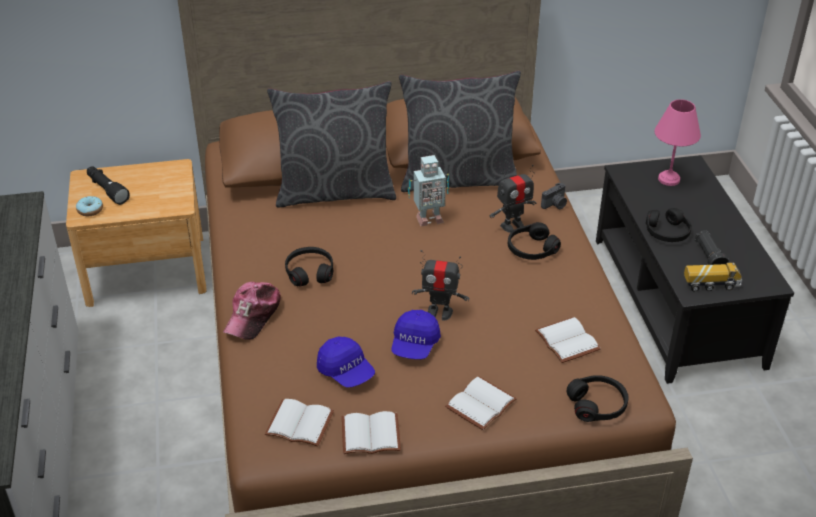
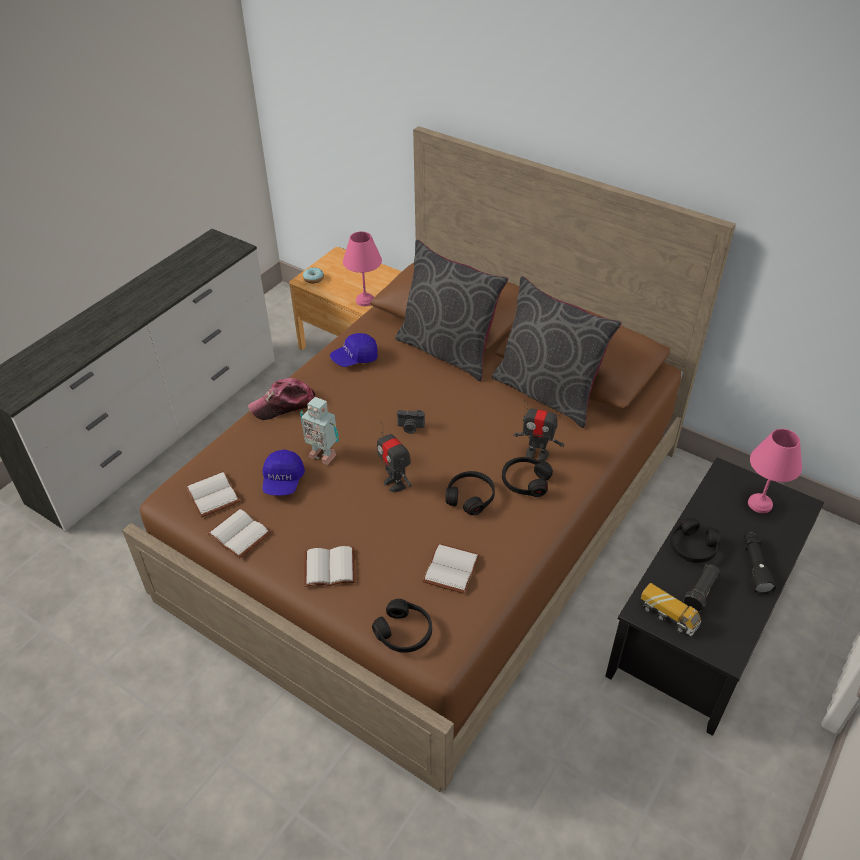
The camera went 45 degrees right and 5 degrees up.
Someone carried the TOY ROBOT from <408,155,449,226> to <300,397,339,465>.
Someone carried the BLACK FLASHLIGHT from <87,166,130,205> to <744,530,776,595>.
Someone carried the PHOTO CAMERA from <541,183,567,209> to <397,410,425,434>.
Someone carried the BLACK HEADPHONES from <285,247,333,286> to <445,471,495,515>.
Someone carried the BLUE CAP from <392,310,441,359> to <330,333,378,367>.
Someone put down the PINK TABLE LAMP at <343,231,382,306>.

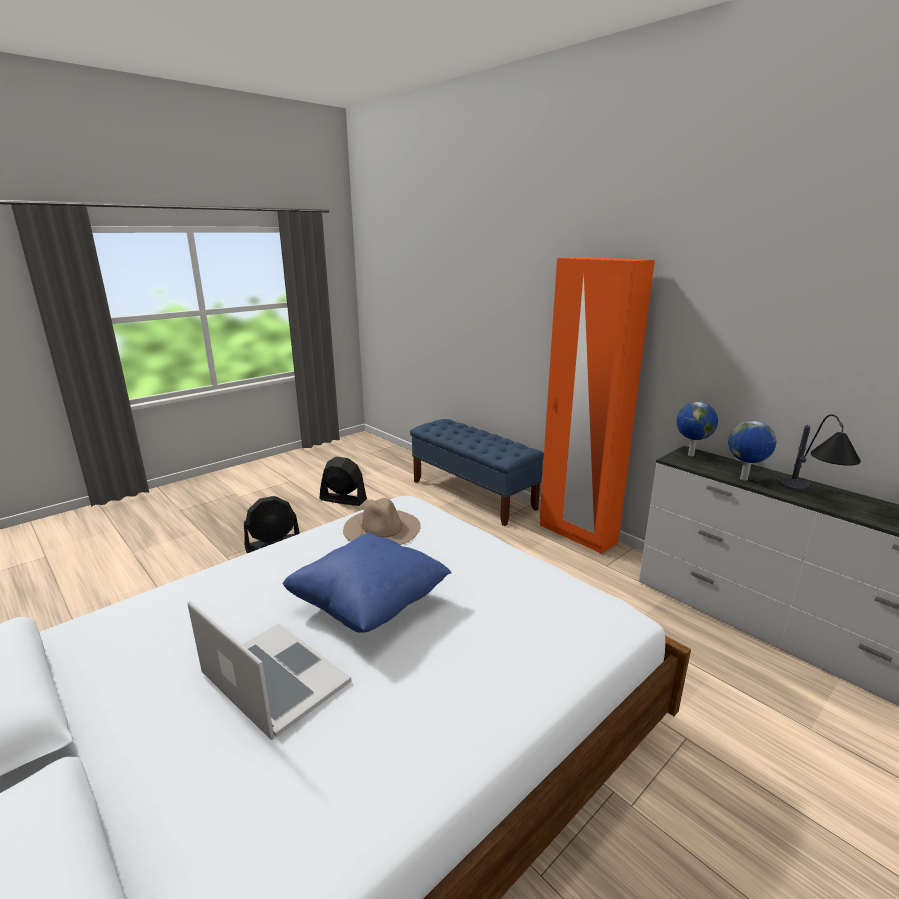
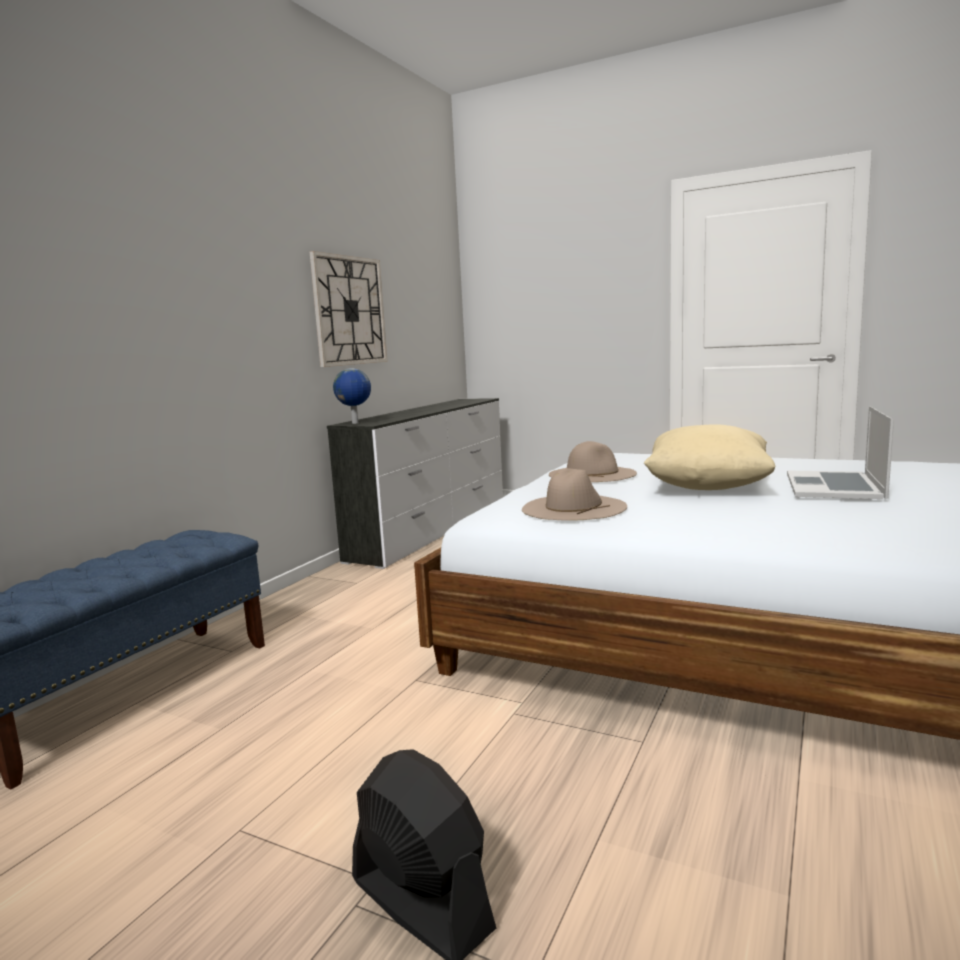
The camera went 110 degrees left and 10 degrees down.
Someone took away the ORANGE WARDROBE at <540,257,655,554>.
Someone took away the TABLE LAMP at <778,414,861,490>.
Someone took away the GLOBE at <728,421,776,481>.
Someone took away the BLACK FAN at <319,457,367,506>.
Someone repainted the BLUE PILLOW at <283,532,451,633>, which became the BEIGE PILLOW at <644,424,775,490>.
Someone put up the WALL CLOCK at <310,251,388,367>.
Someone put down the BEIGE HAT at <549,441,637,482>.

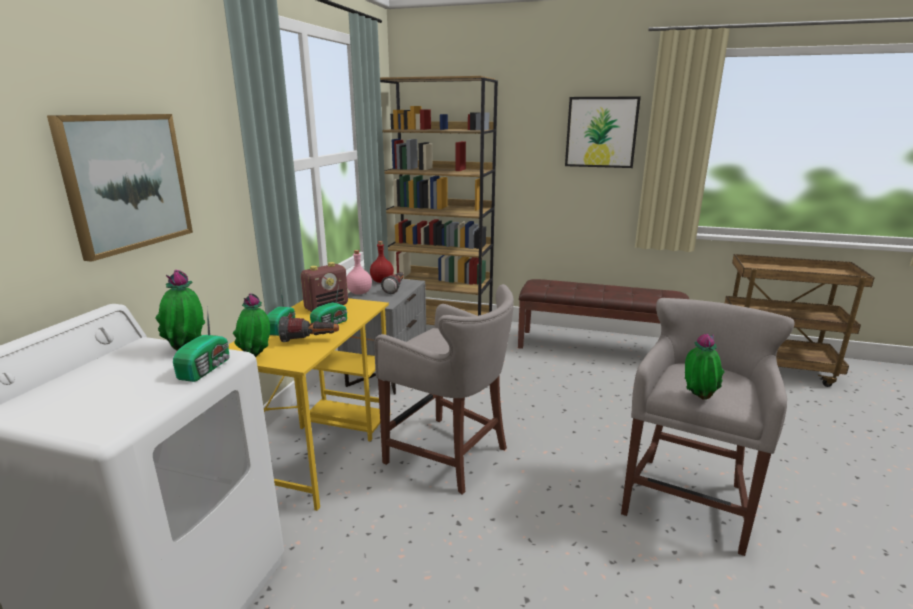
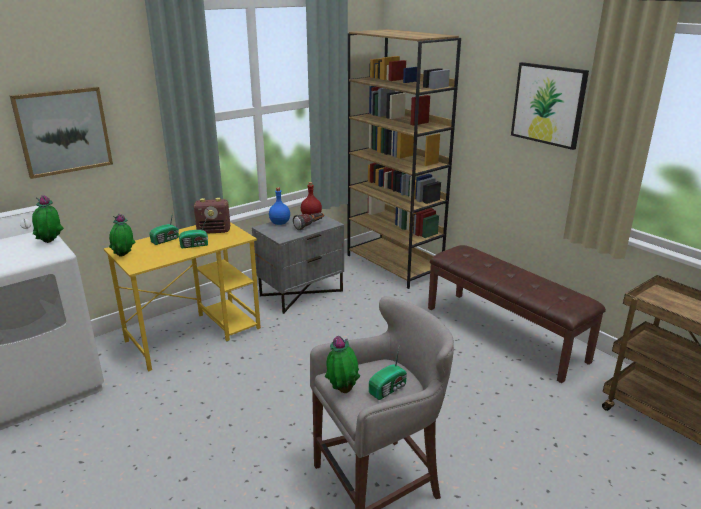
The camera went 35 degrees right and 5 degrees up.
Someone repainted the PINK BOTTLE at <346,250,372,295>, which became the BLUE BOTTLE at <269,187,290,225>.
Someone took away the GREY STOOL at <374,284,514,494>.
Someone carried the RADIO from <173,306,230,382> to <369,348,407,400>.
Someone took away the FLASHLIGHT at <278,316,339,342>.

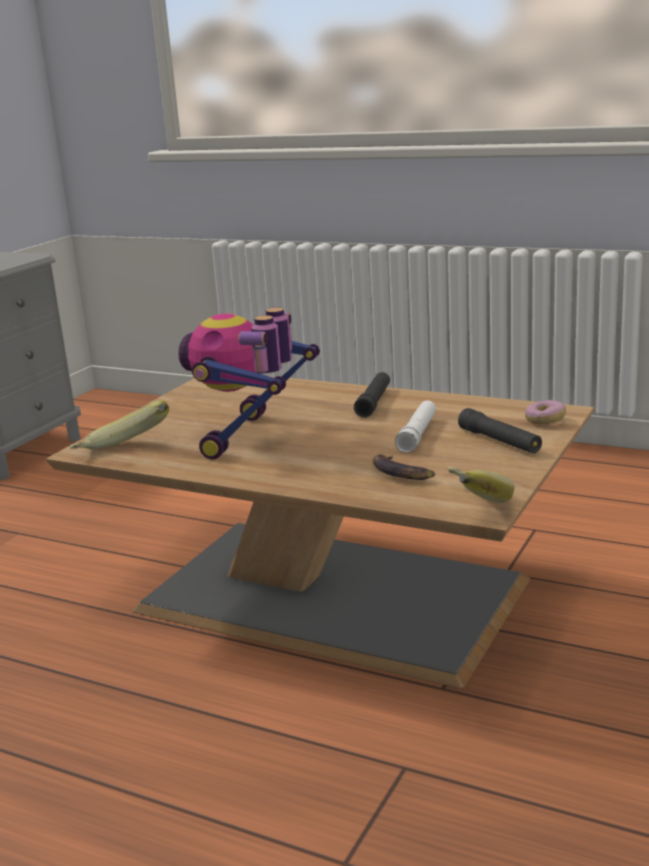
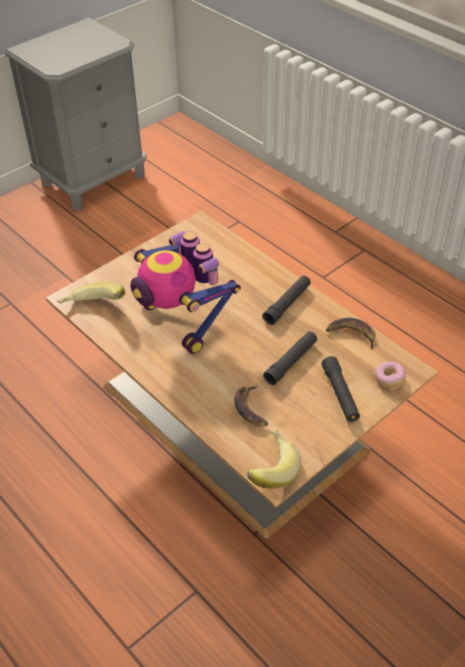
The camera went 20 degrees right and 25 degrees up.
Someone rotated the TOY ROBOT at <178,307,320,460> by 75 degrees counterclockwise.
Someone repainted the WHITE FLASHLIGHT at <395,400,436,453>, which became the BLACK FLASHLIGHT at <263,331,317,385>.
Someone put down the BANANA at <326,318,376,350>.

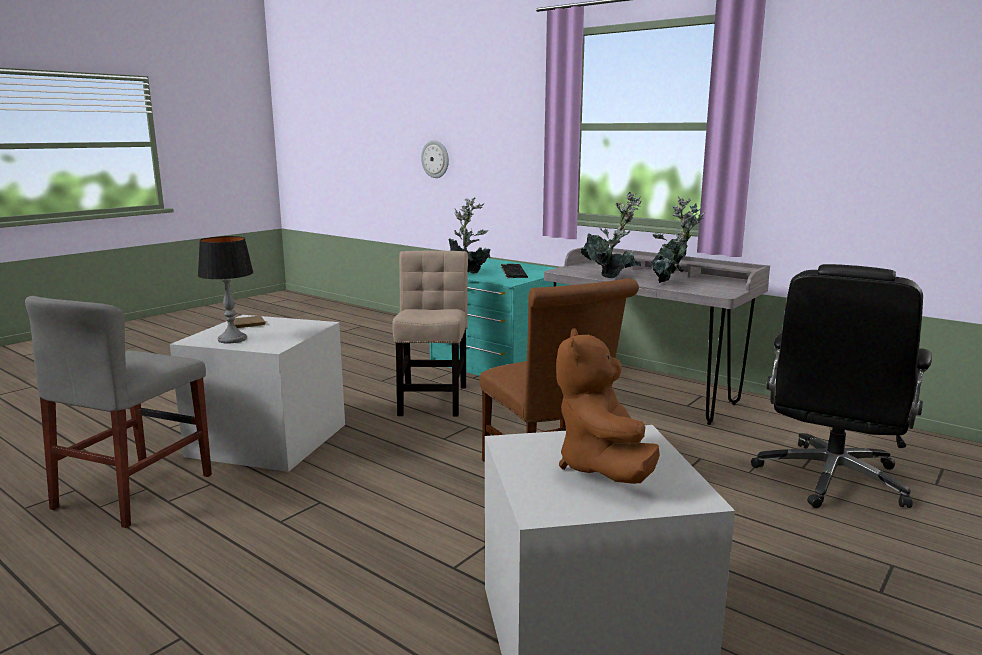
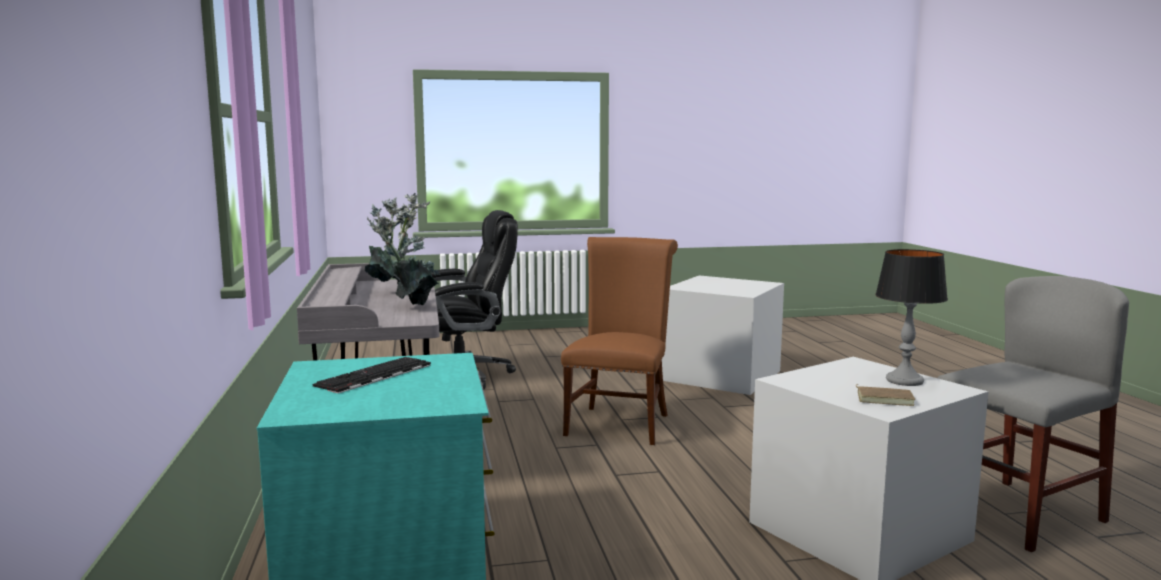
The camera went 140 degrees left and 5 degrees down.
Someone took away the WALL CLOCK at <421,140,449,178>.
Someone took away the POTTED PLANT at <449,197,491,274>.
Someone took away the BEIGE CHAIR at <393,251,468,416>.
Someone took away the BROWN PLUSH TOY at <556,328,660,484>.

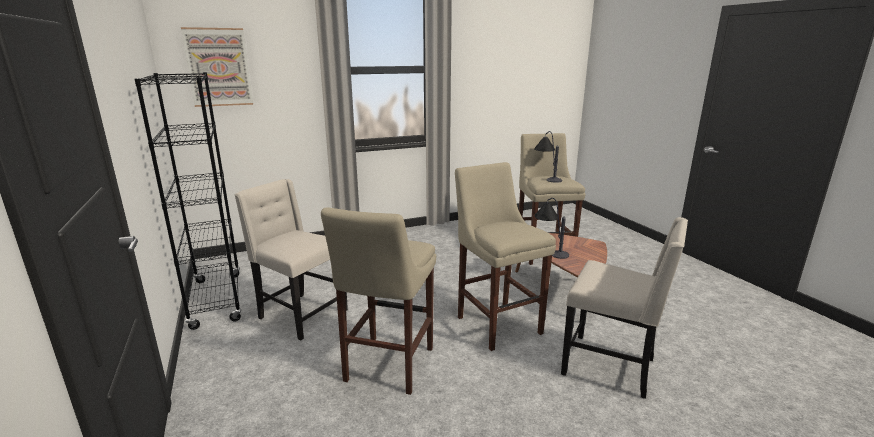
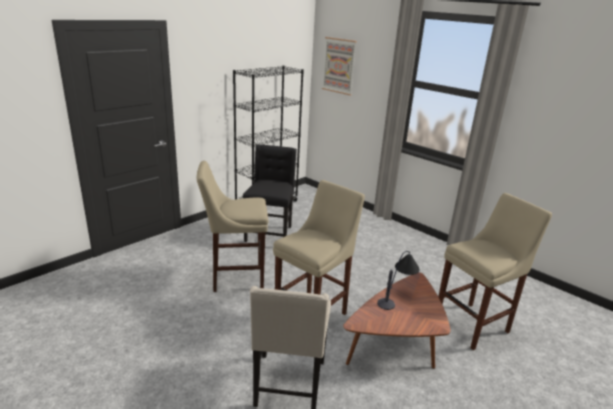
The camera went 65 degrees right and 5 degrees up.
Someone took away the TABLE LAMP at <534,131,562,183>.
Someone repainted the BEIGE CHAIR at <234,179,348,341>, which became the BLACK CHAIR at <243,145,297,242>.

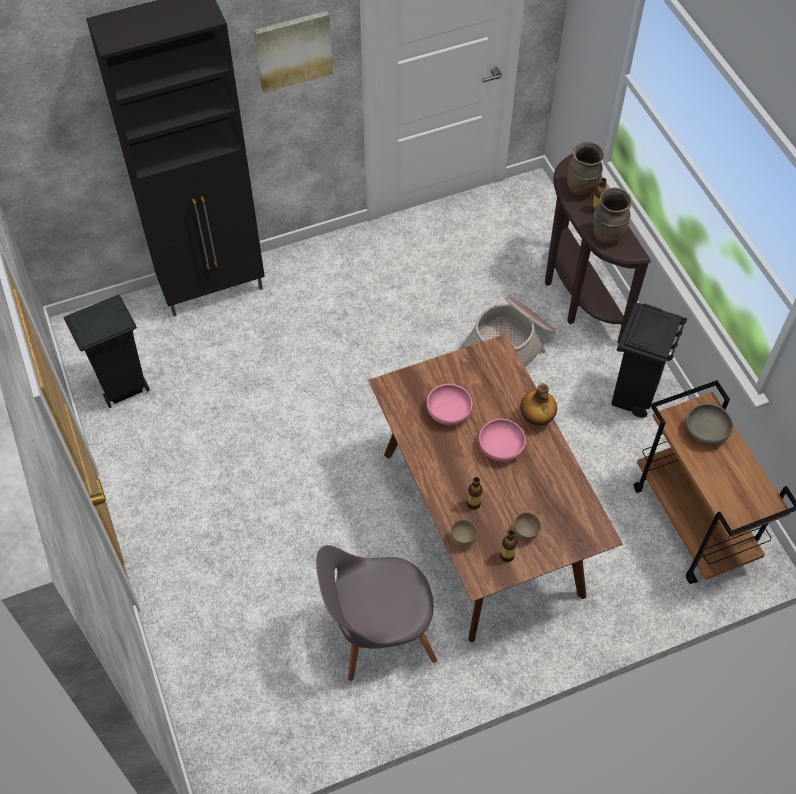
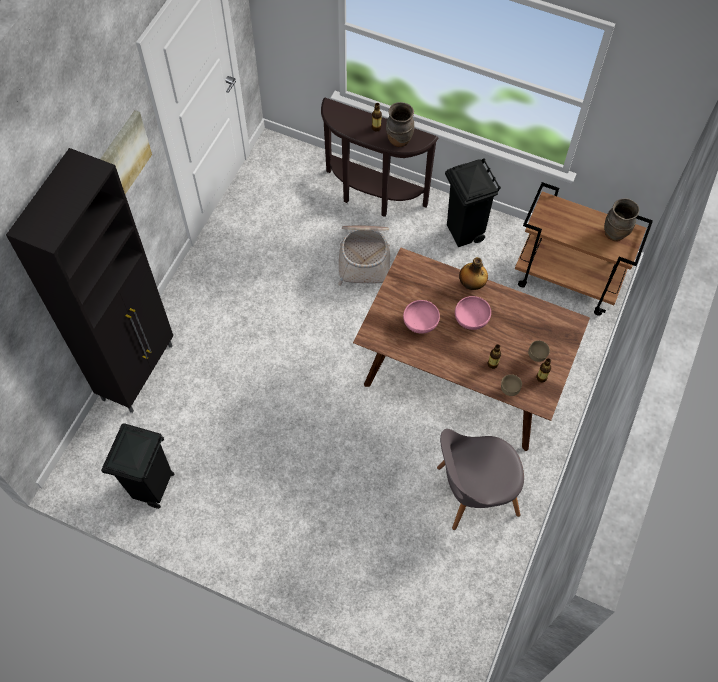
The camera went 45 degrees left and 5 degrees up.
Someone carried the BROWN VASE from <567,142,604,197> to <604,198,639,241>.
Someone took away the GREY BOWL at <686,404,733,446>.
Someone rotated the GREY CHAIR at <316,545,437,681> by 45 degrees clockwise.

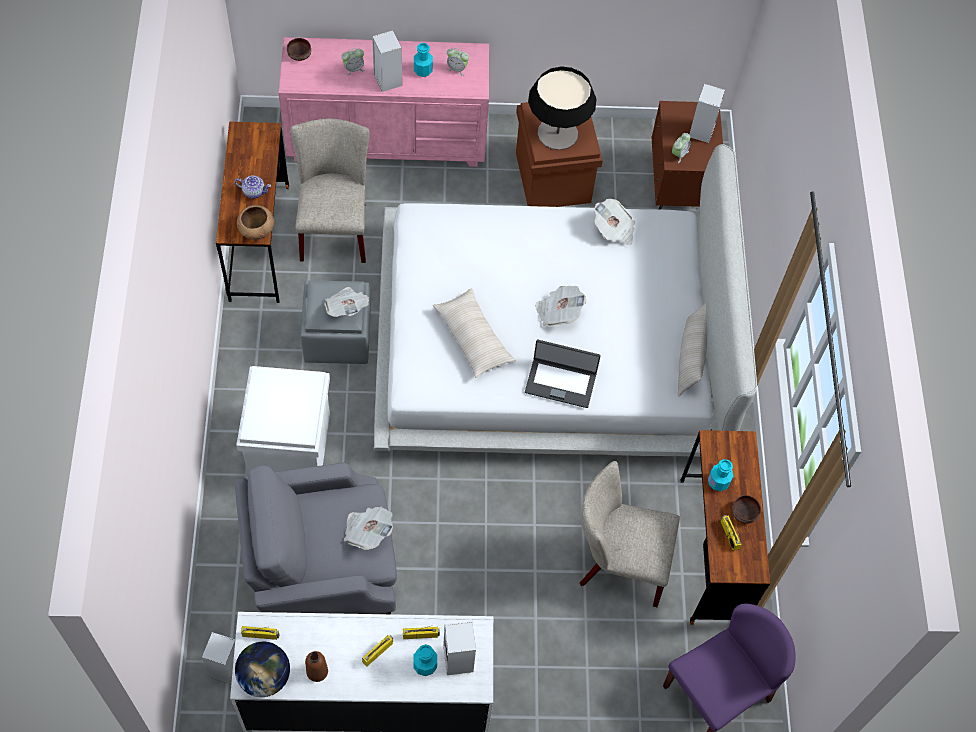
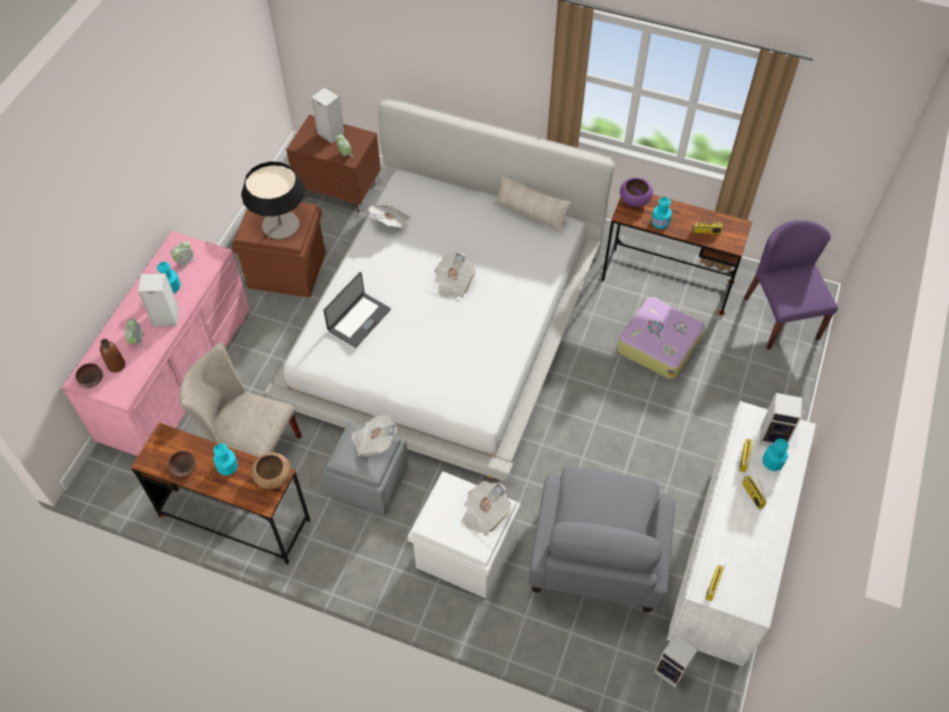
The camera went 65 degrees left and 5 degrees down.
Someone swapped the TEAPOT at <234,176,271,199> for the TURQUOISE BOTTLE at <213,444,238,475>.
Someone took away the BEIGE PILLOW at <433,288,516,378>.
Someone carried the LAPTOP from <525,340,601,408> to <323,272,391,348>.
Someone swapped the BEIGE CHAIR at <580,461,680,607> for the SUITCASE at <617,297,705,380>.
Someone carried the BROWN BOWL from <732,495,761,524> to <168,451,196,477>.
Someone carried the NEWSPAPER from <344,506,393,550> to <461,481,511,536>.
Someone took away the GLOBE at <235,642,290,697>.
Someone carried the BROWN BOTTLE from <305,651,328,682> to <100,339,125,373>.
Someone put down the PURPLE BOWL at <620,178,653,207>.

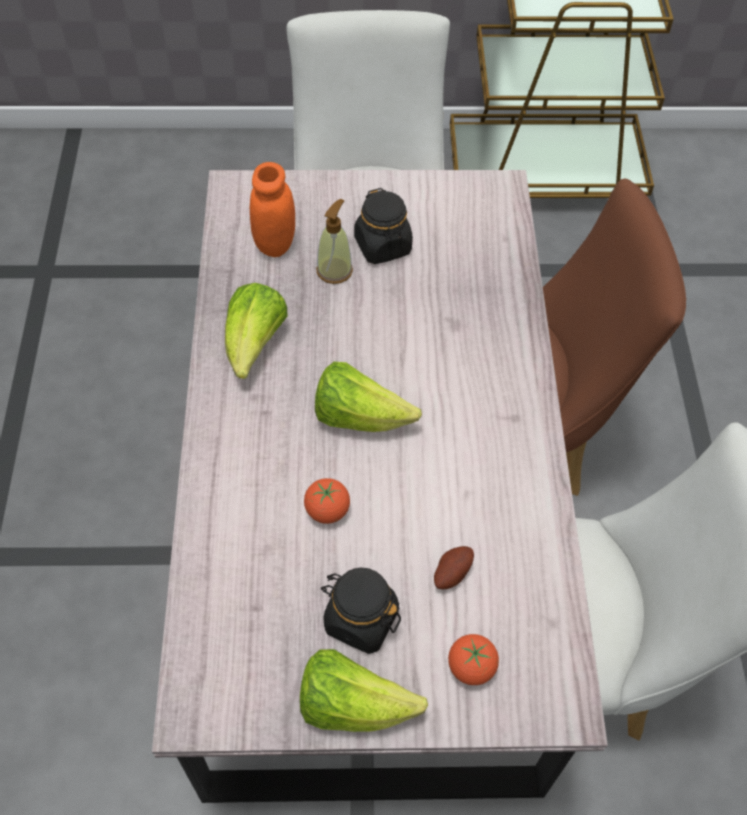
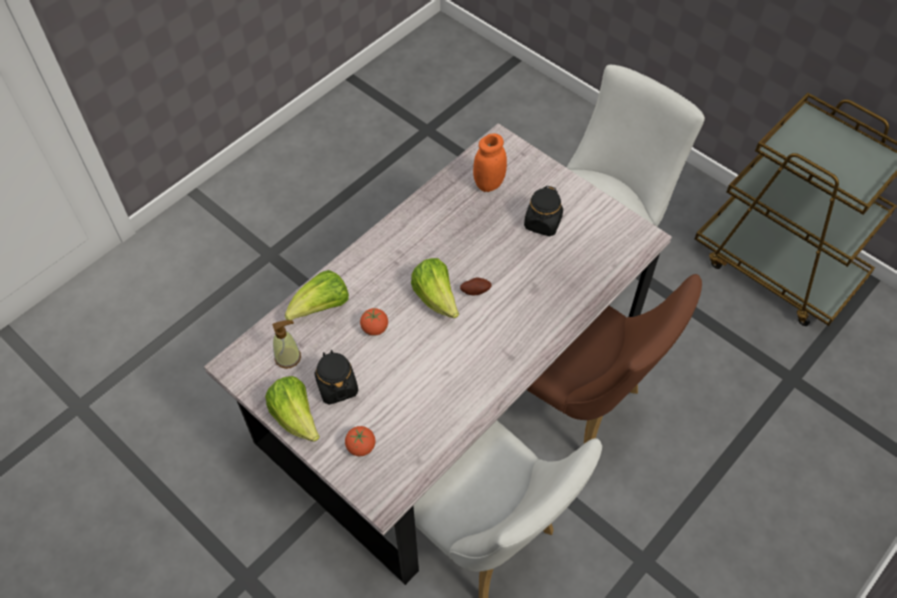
The camera went 45 degrees right and 0 degrees up.
Someone carried the SOAP DISPENSER from <316,199,353,284> to <272,320,301,369>.
Someone carried the LETTUCE from <225,283,287,379> to <285,270,349,320>.
Someone carried the POTATO from <434,546,474,589> to <460,278,492,295>.

